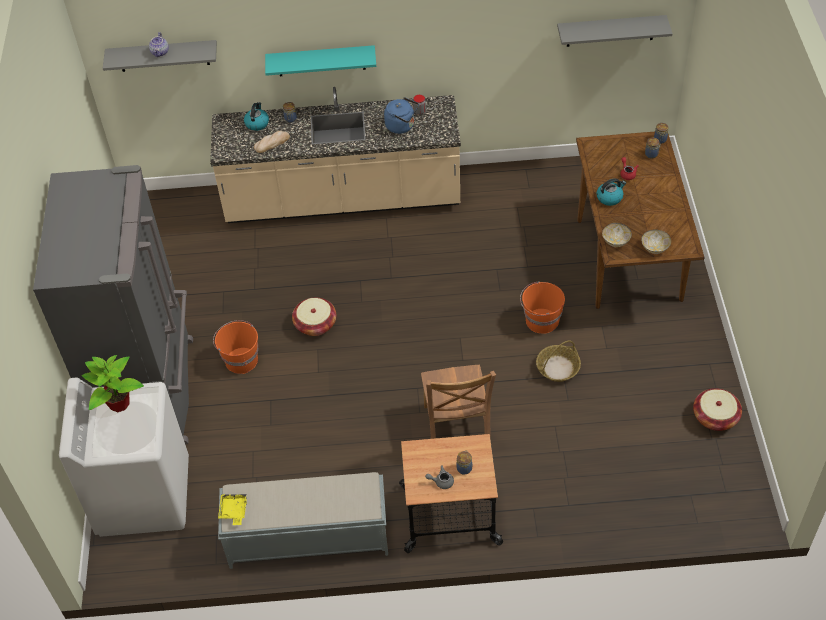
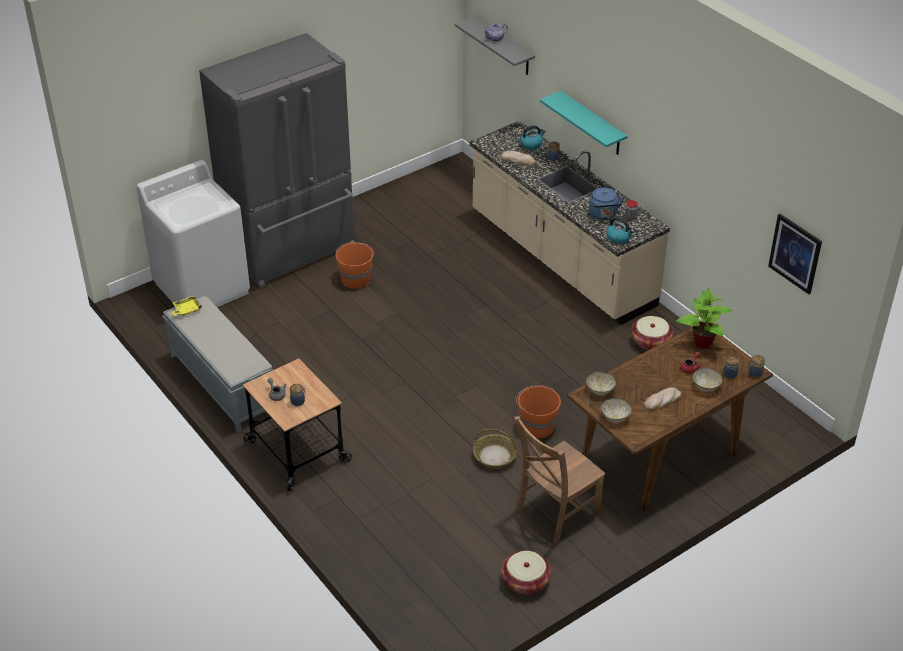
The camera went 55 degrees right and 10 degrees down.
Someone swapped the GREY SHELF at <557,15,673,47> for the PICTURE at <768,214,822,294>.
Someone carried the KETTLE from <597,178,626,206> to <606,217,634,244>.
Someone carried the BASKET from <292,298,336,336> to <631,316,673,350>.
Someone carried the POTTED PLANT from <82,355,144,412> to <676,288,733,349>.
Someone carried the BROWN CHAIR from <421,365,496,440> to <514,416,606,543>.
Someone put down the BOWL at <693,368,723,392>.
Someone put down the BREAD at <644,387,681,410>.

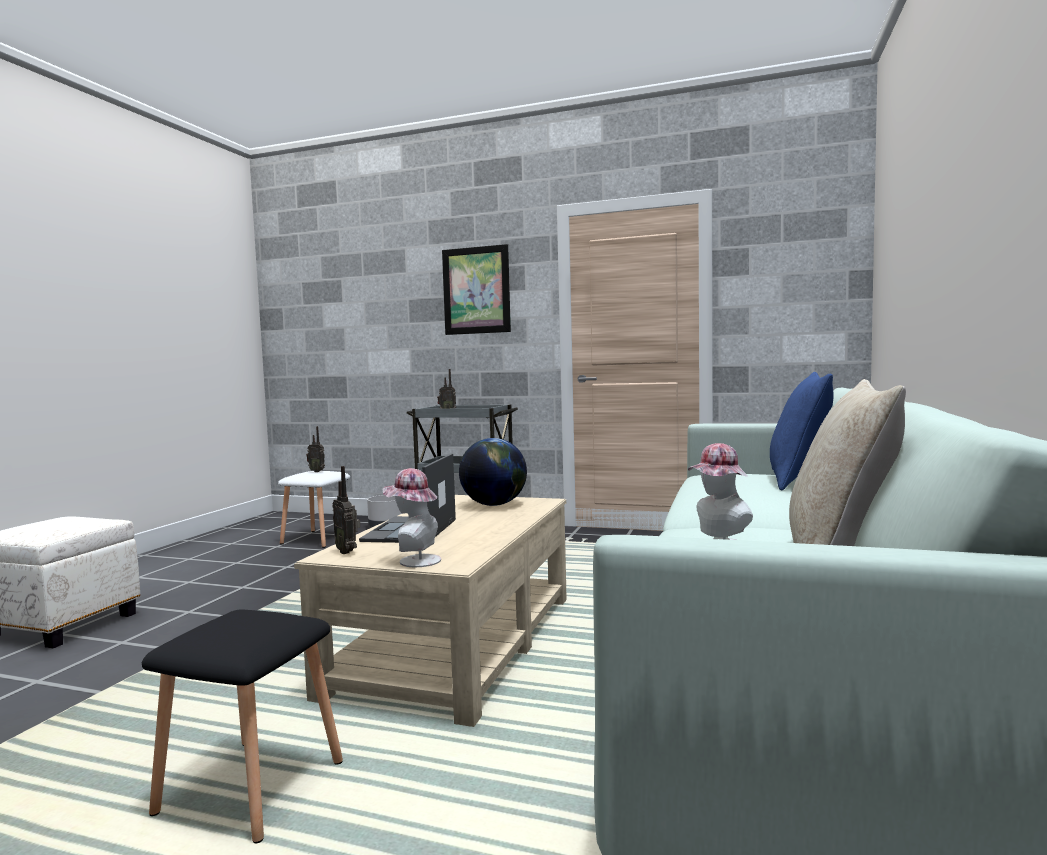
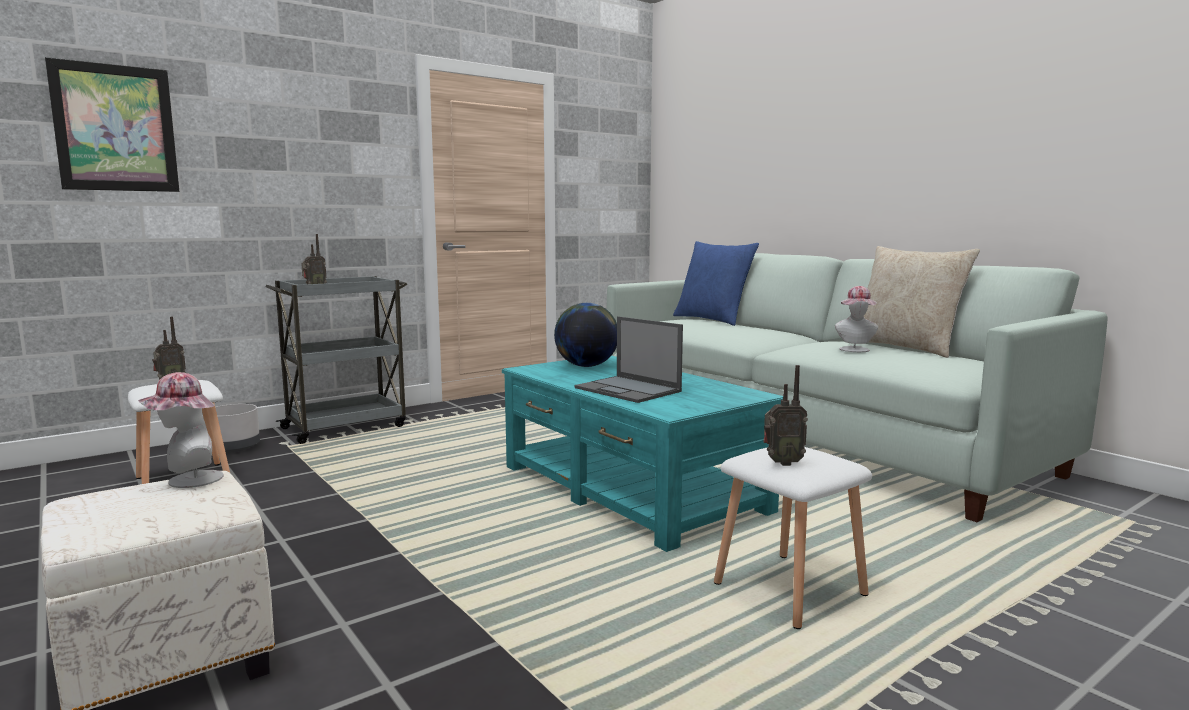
The camera went 55 degrees left and 5 degrees up.
Someone carried the PICTURE from <442,244,511,335> to <45,57,179,192>.
Someone carried the RADIO from <333,466,360,554> to <764,365,808,466>.
Someone carried the HAT from <382,468,441,567> to <138,372,224,488>.
Someone repainted the BEIGE COFFEE TABLE at <294,495,567,727>, which became the TURQUOISE COFFEE TABLE at <502,356,783,552>.
Someone repainted the BLACK STOOL at <142,609,343,843>, which became the WHITE STOOL at <714,447,872,629>.

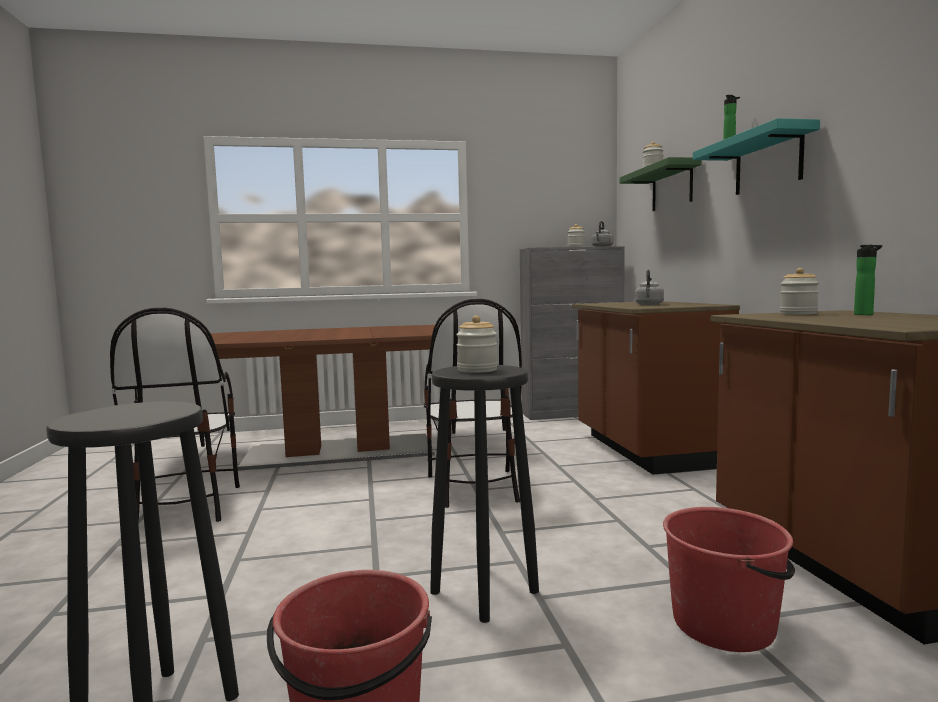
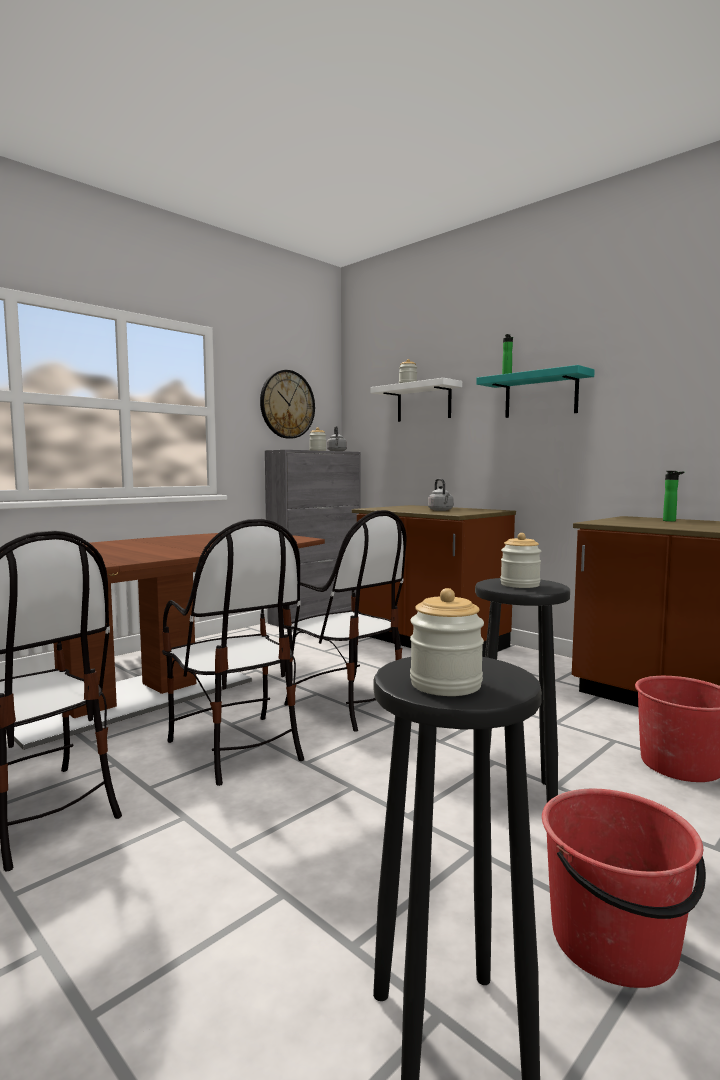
The camera went 35 degrees left and 0 degrees up.
Someone repainted the GREEN SHELF at <620,157,702,211>, which became the WHITE SHELF at <370,378,462,422>.
Someone carried the JAR from <779,268,819,315> to <410,588,484,696>.
Someone put up the WALL CLOCK at <260,370,315,439>.
Someone put down the CHAIR at <162,519,304,786>.

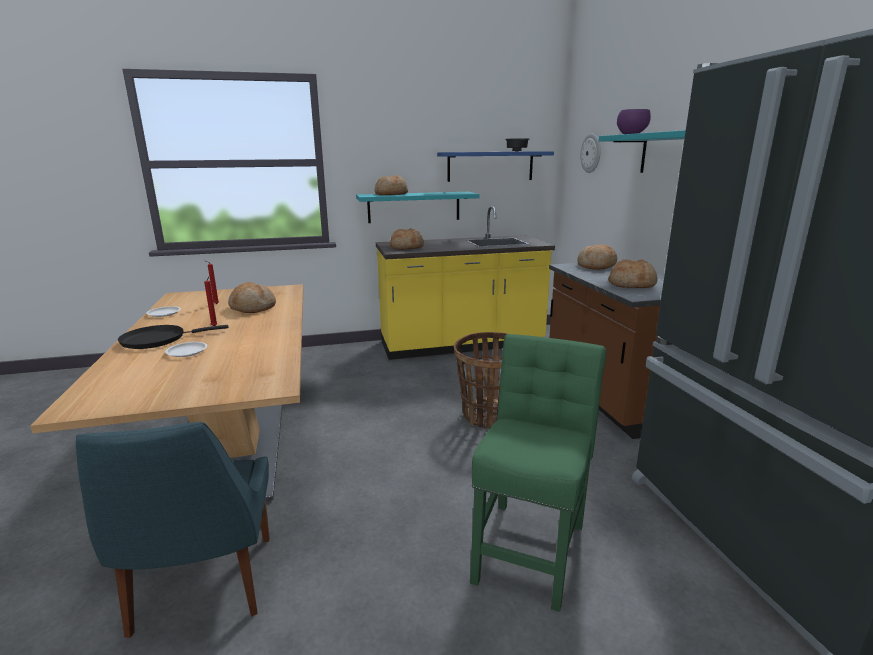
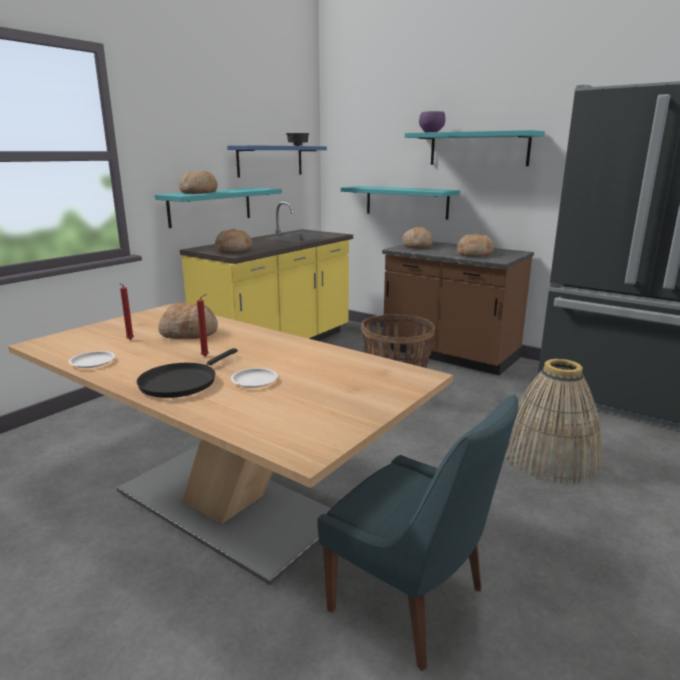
The camera went 40 degrees left and 0 degrees up.
Someone took away the WALL CLOCK at <580,134,601,173>.
Someone swapped the GREEN CHAIR at <470,334,606,612> for the BASKET at <505,359,602,484>.
Someone put up the TURQUOISE SHELF at <341,186,460,220>.

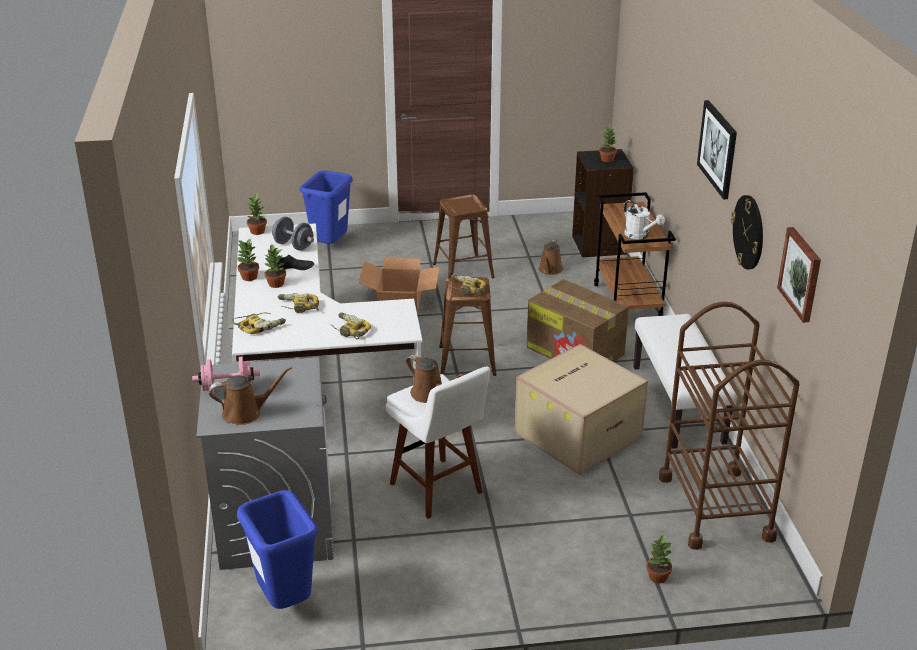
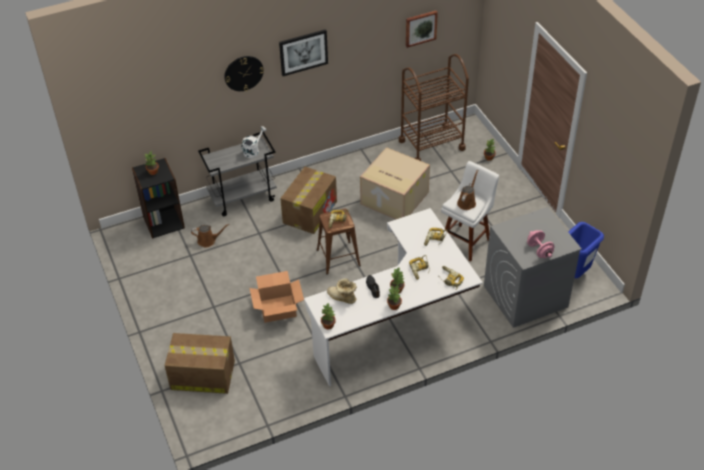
The camera went 105 degrees left and 15 degrees up.
Someone swapped the BLUE TRASH CAN at <300,170,353,244> for the CARDBOARD BOX at <164,333,235,394>.
Someone repainted the BROWN CART at <594,192,676,316>, which became the GREY CART at <198,131,277,216>.
Someone took away the BROWN STOOL at <433,194,495,278>.
Someone carried the WALL CLOCK from <731,195,763,270> to <224,56,264,91>.
Someone swapped the GREY DUMBBELL at <272,216,314,251> for the BOOT at <327,278,357,304>.
Someone took away the WHITE BENCH at <633,314,737,449>.
Someone took away the BROWN WATERING CAN at <209,367,292,425>.

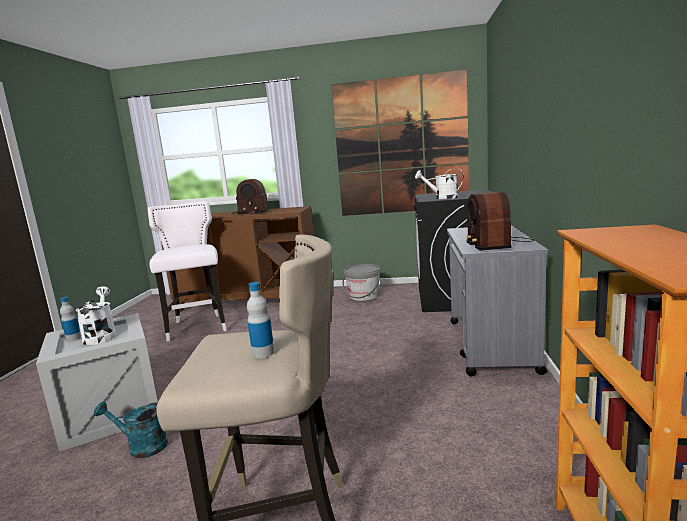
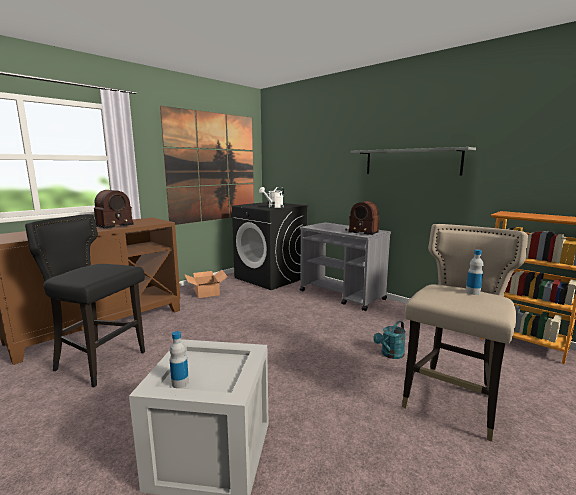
The camera went 55 degrees left and 0 degrees up.
Someone repainted the WHITE STOOL at <148,201,227,342>, which became the BLACK STOOL at <25,214,145,387>.
Someone swapped the GREY BUCKET at <342,264,381,301> for the CARDBOARD BOX at <184,270,228,298>.
Someone took away the WHITE WATERING CAN at <76,286,117,345>.
Someone carried the TURQUOISE WATERING CAN from <94,401,168,458> to <373,321,406,359>.
Someone put up the GREY SHELF at <351,147,476,176>.

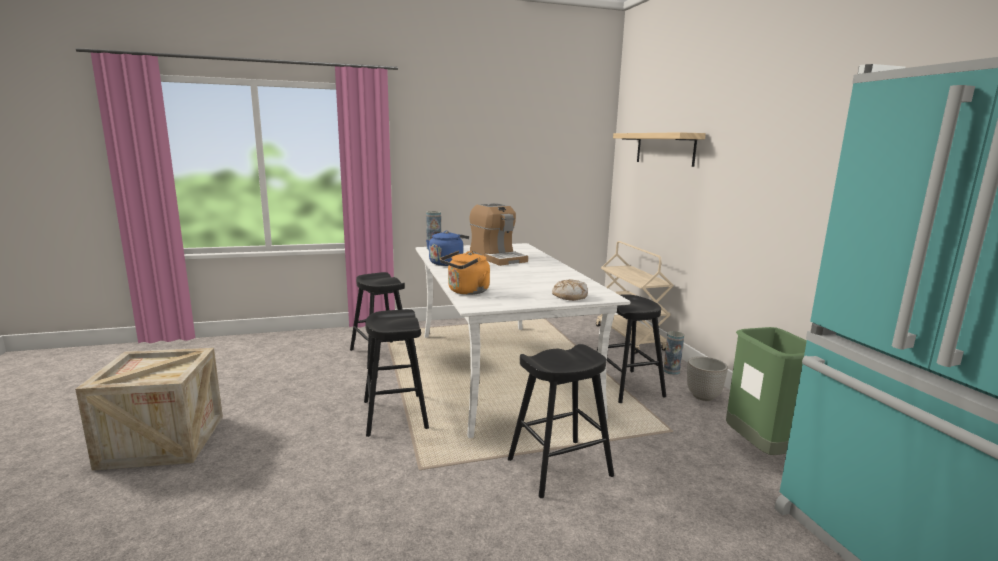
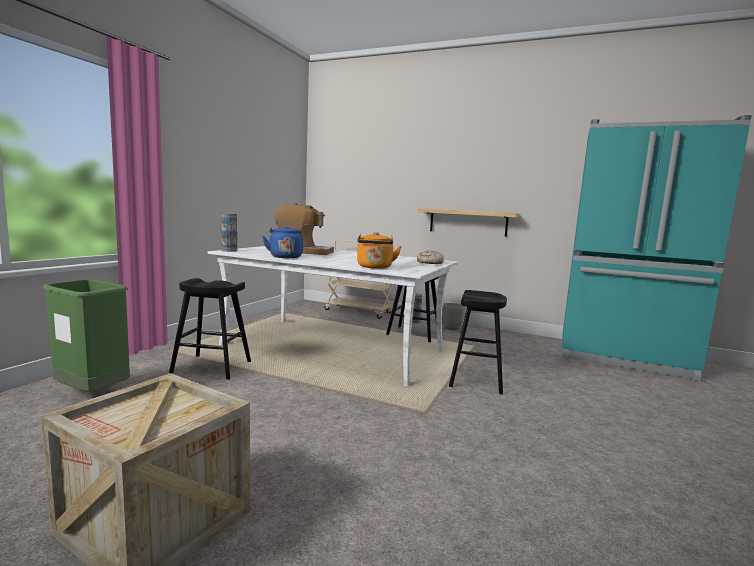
The camera went 50 degrees left and 5 degrees down.
Someone carried the SHELF from <613,132,706,167> to <417,208,518,237>.
Someone took away the BLACK STOOL at <364,309,429,437>.
Someone carried the GREEN TRASH CAN from <726,327,807,455> to <43,279,130,391>.

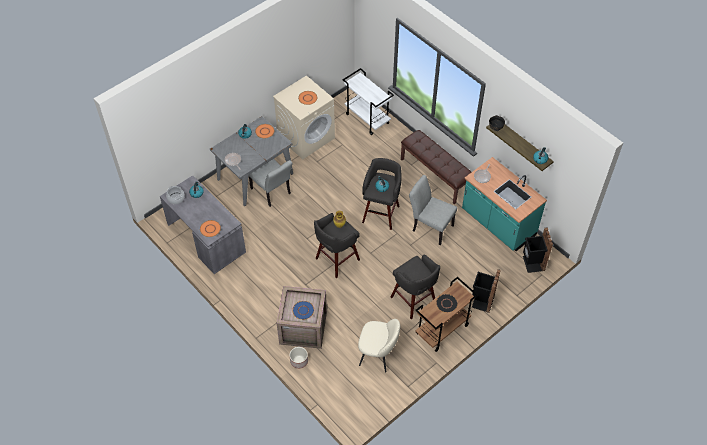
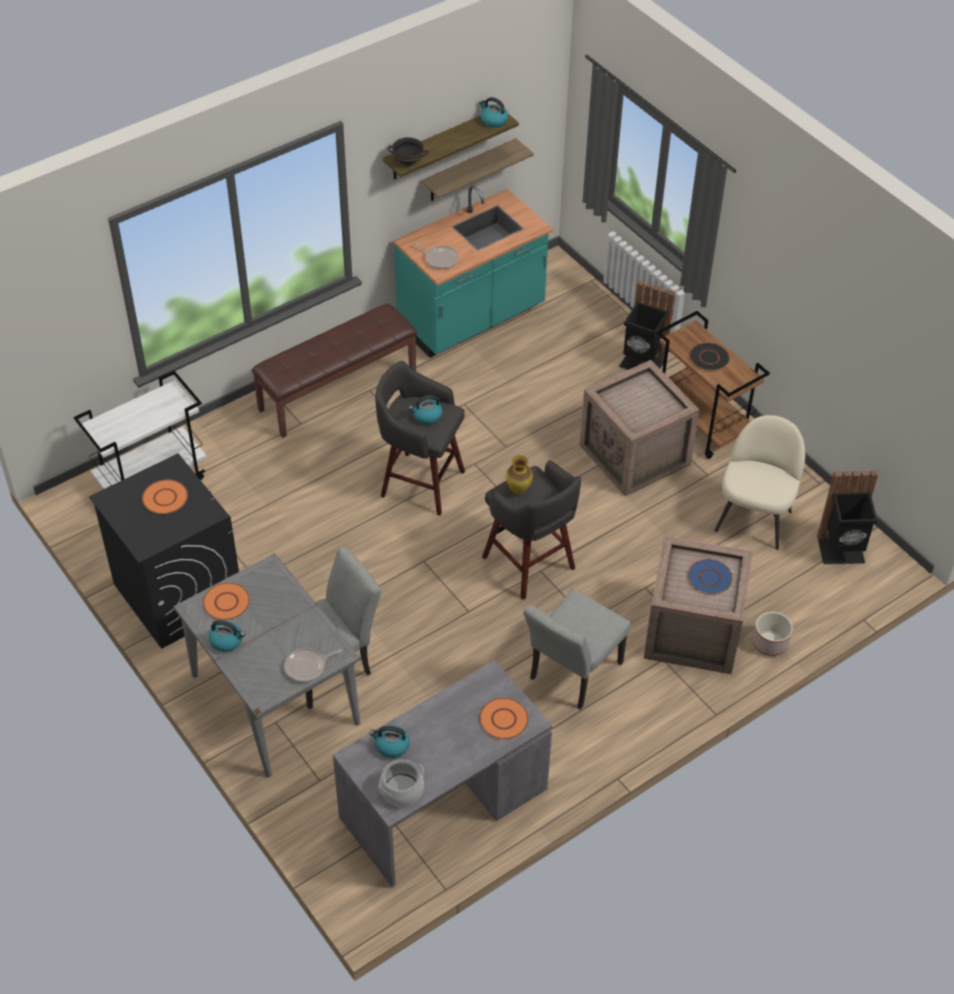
The camera went 85 degrees left and 5 degrees down.
Someone repainted the BEIGE WASHING MACHINE at <273,76,335,159>, which became the BLACK WASHING MACHINE at <89,453,239,649>.
Someone carried the GREY CHAIR from <409,175,457,245> to <523,589,630,710>.
Someone carried the BLACK TRASH CAN from <523,227,553,273> to <817,471,878,564>.
Someone swapped the GREY STOOL at <391,255,440,320> for the CRATE at <580,360,699,496>.
Someone put up the SHELF at <421,138,534,201>.

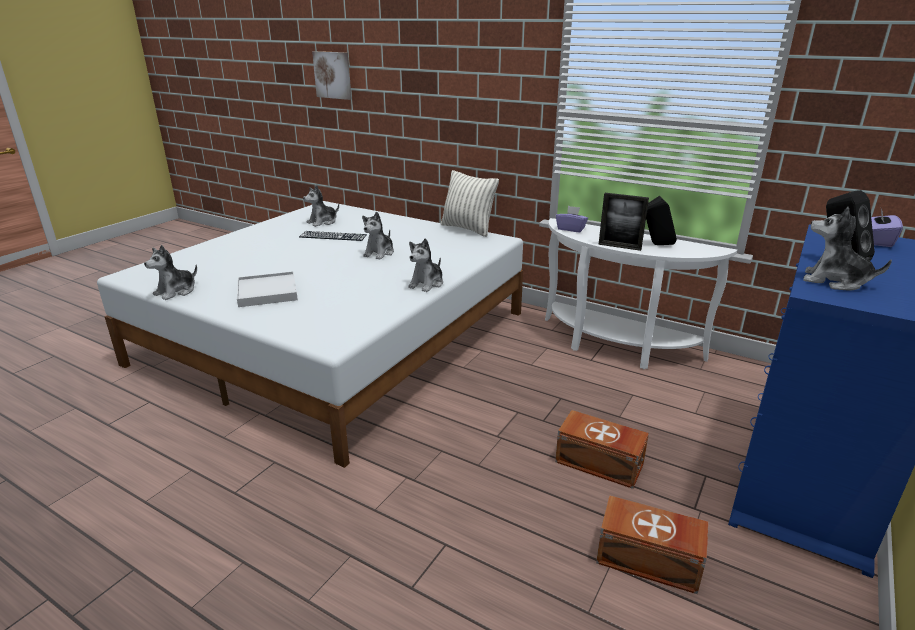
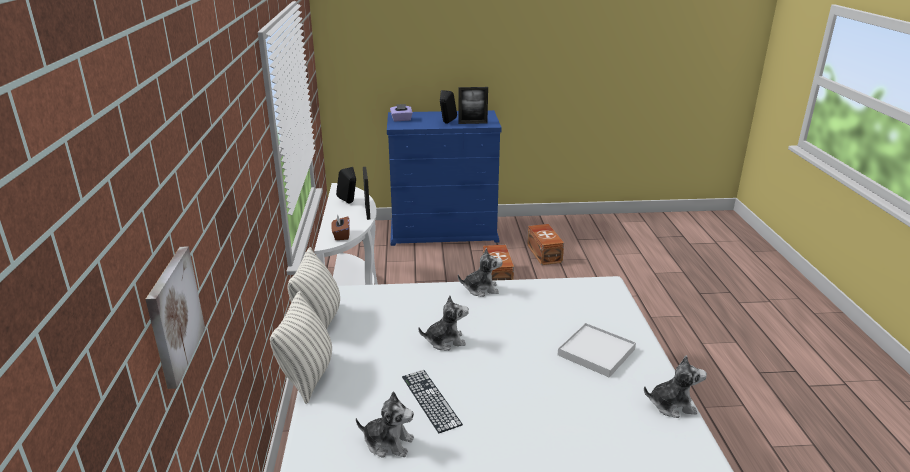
The camera went 125 degrees left and 0 degrees up.
Someone repainted the PURPLE TISSUE BOX at <556,206,588,232>, which became the BROWN TISSUE BOX at <331,214,350,240>.
Someone swapped the PLUSH TOY at <803,207,892,291> for the PICTURE FRAME at <458,87,488,124>.
Someone put down the PILLOW at <270,291,332,404>.

